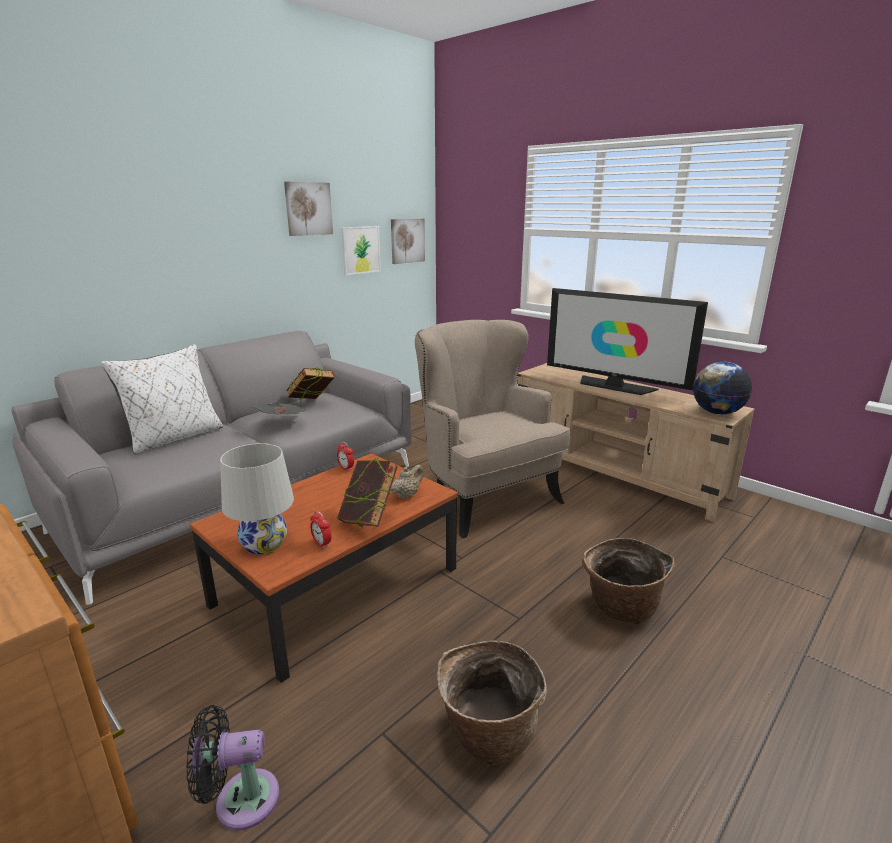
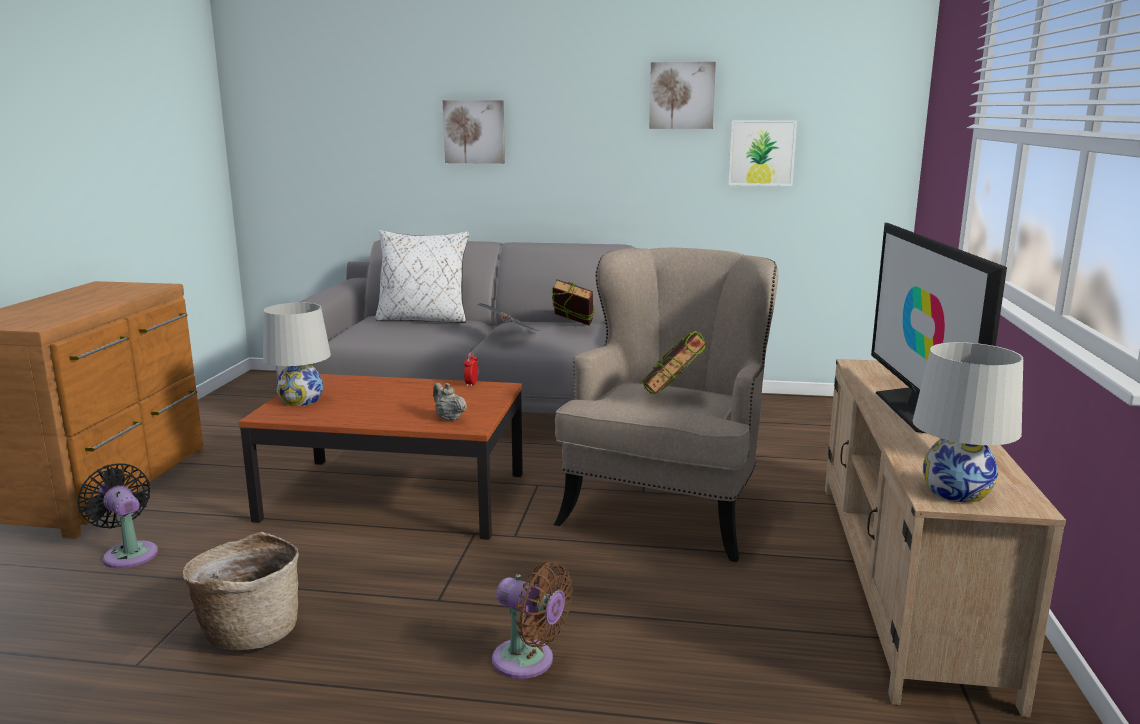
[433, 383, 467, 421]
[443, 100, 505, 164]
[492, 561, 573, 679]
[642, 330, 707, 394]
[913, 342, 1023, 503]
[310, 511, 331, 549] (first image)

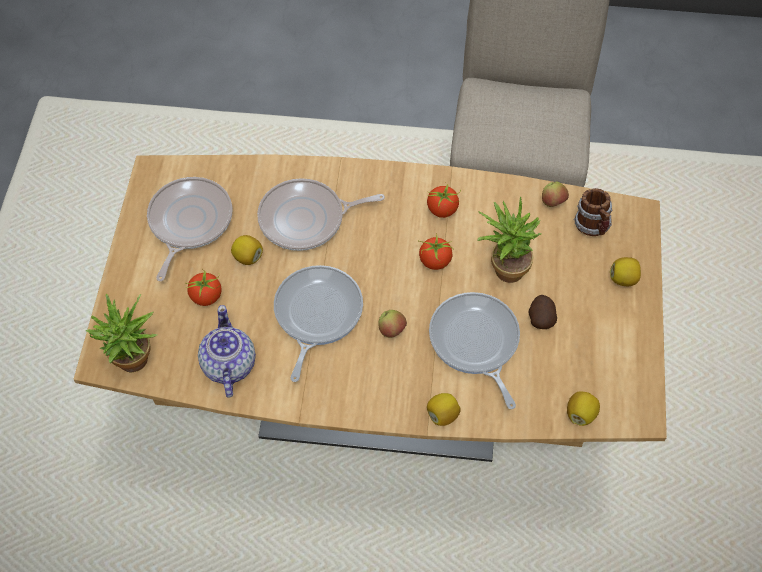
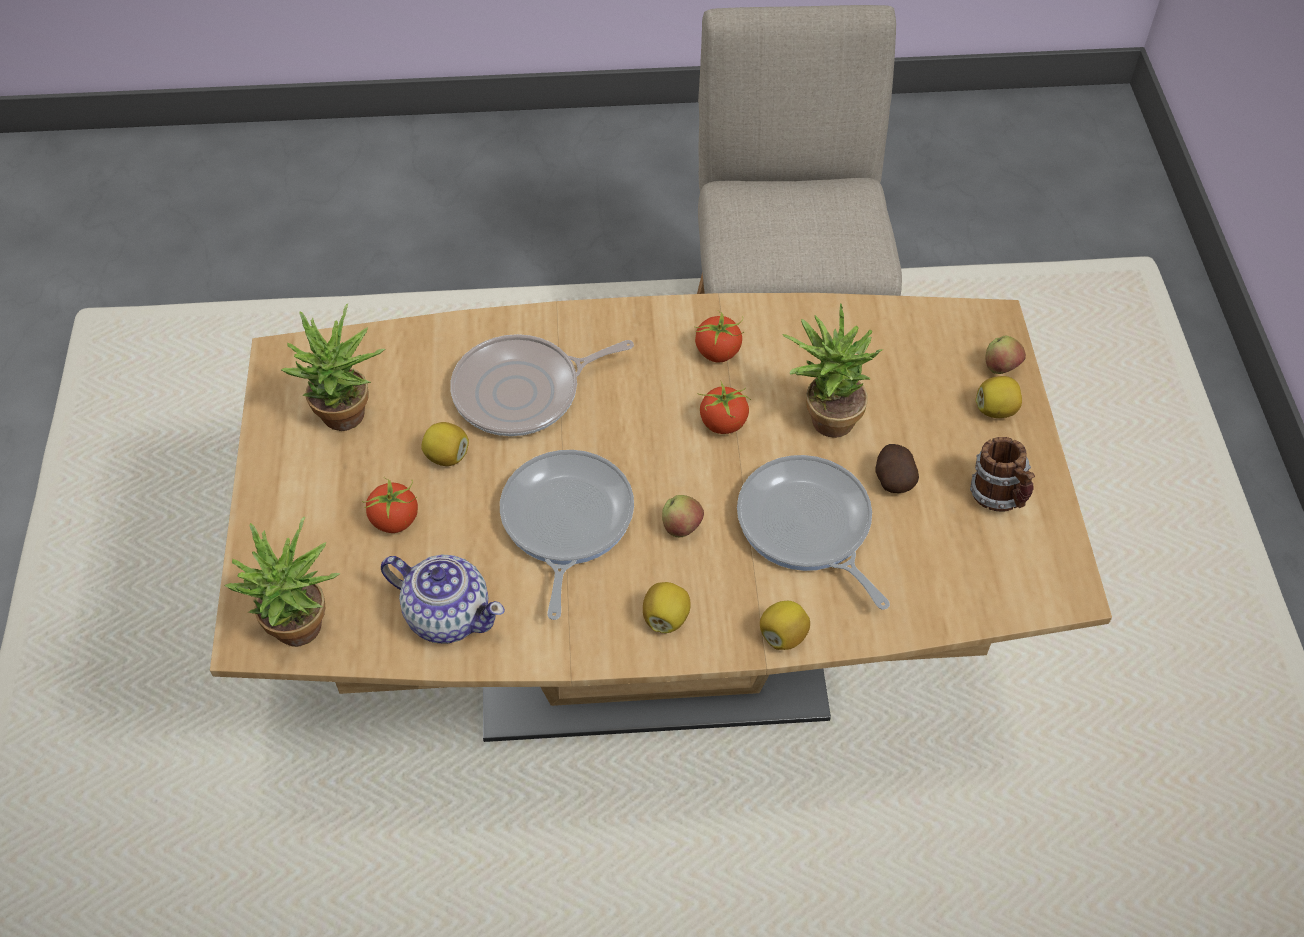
[281, 304, 385, 431]
[381, 554, 505, 644]
[643, 582, 691, 633]
[970, 437, 1035, 511]
[986, 336, 1026, 374]

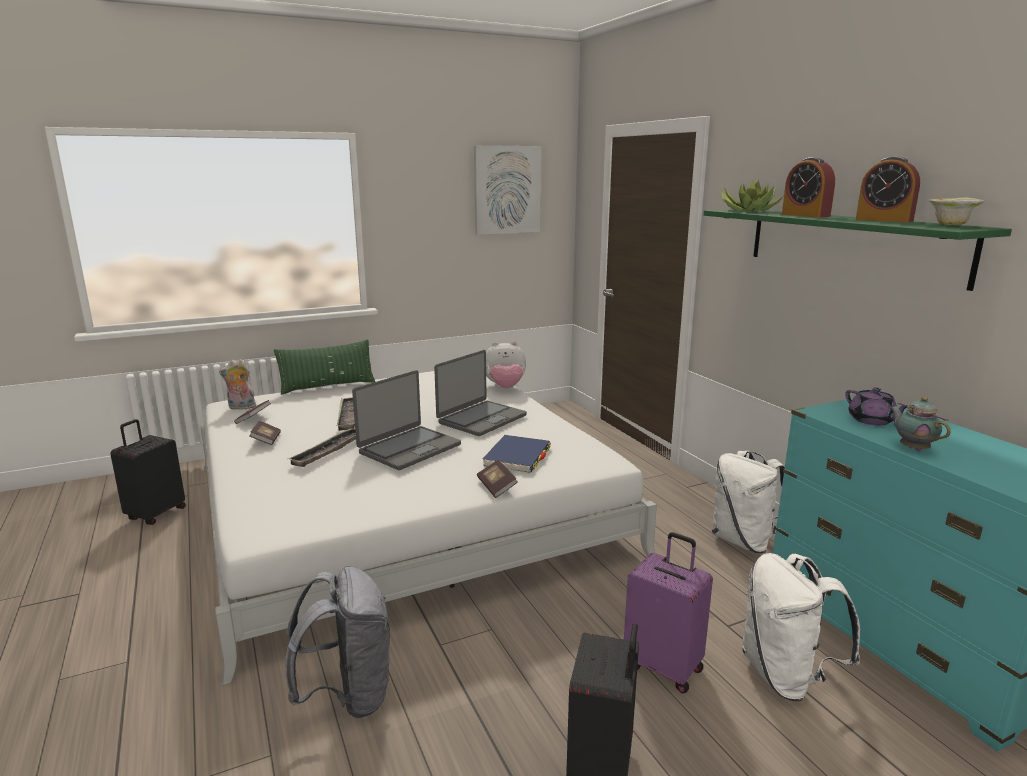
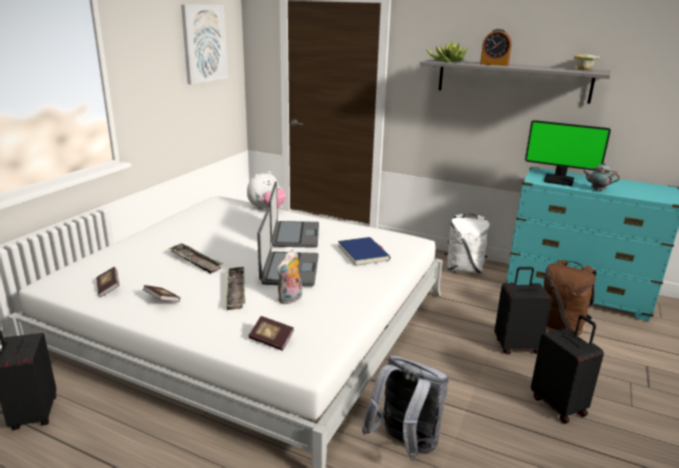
[249, 316, 294, 351]
[277, 250, 302, 304]
[420, 59, 611, 104]
[494, 267, 552, 355]
[525, 120, 611, 186]
[544, 260, 596, 336]
[274, 340, 375, 395] (first image)
[856, 156, 920, 222] (first image)

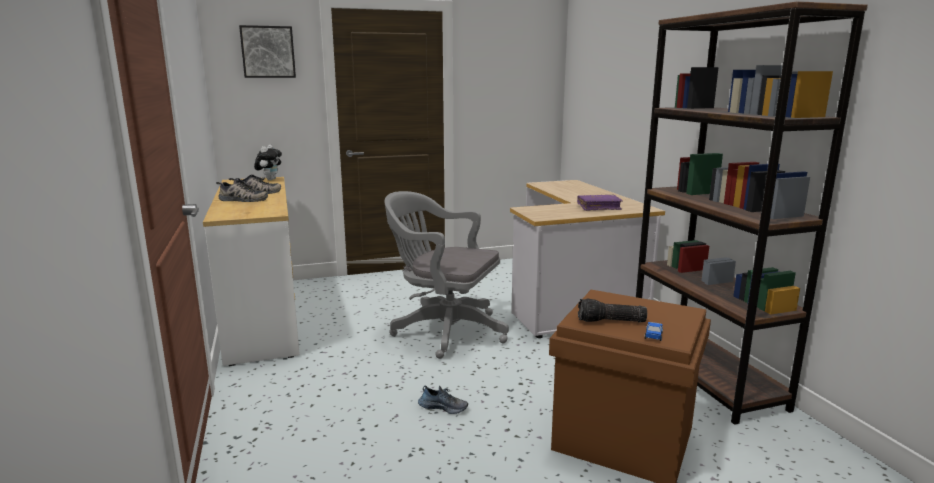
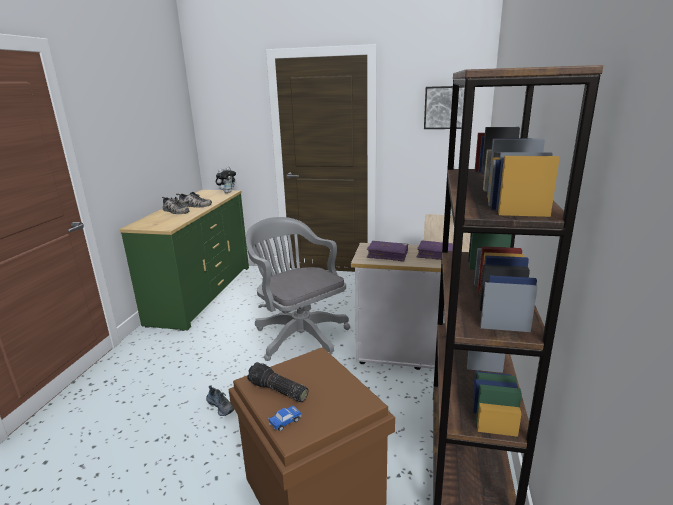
[119, 190, 249, 331]
[367, 241, 408, 262]
[424, 86, 464, 129]

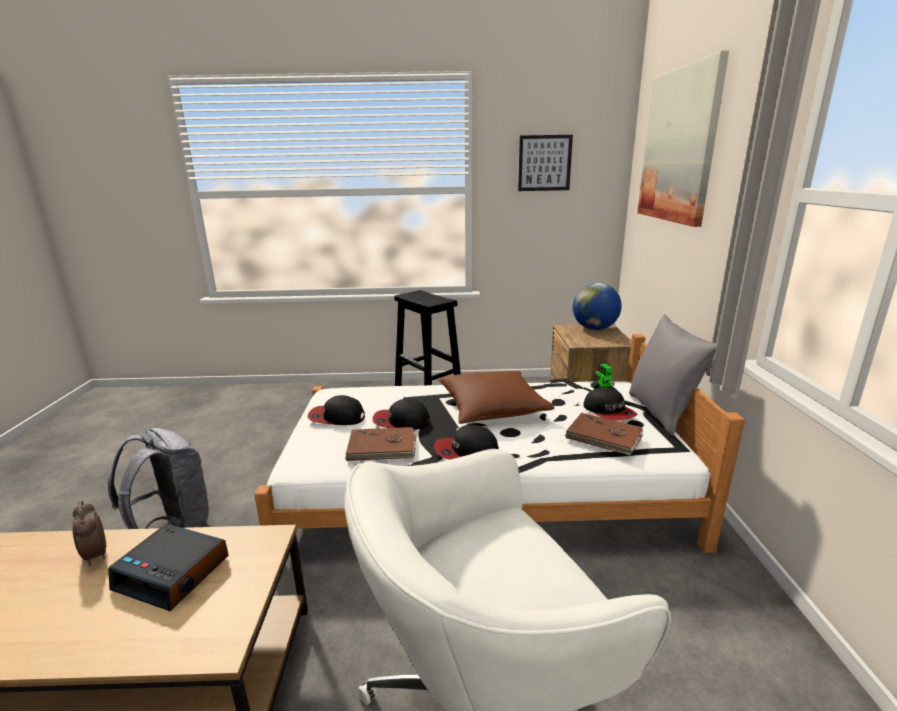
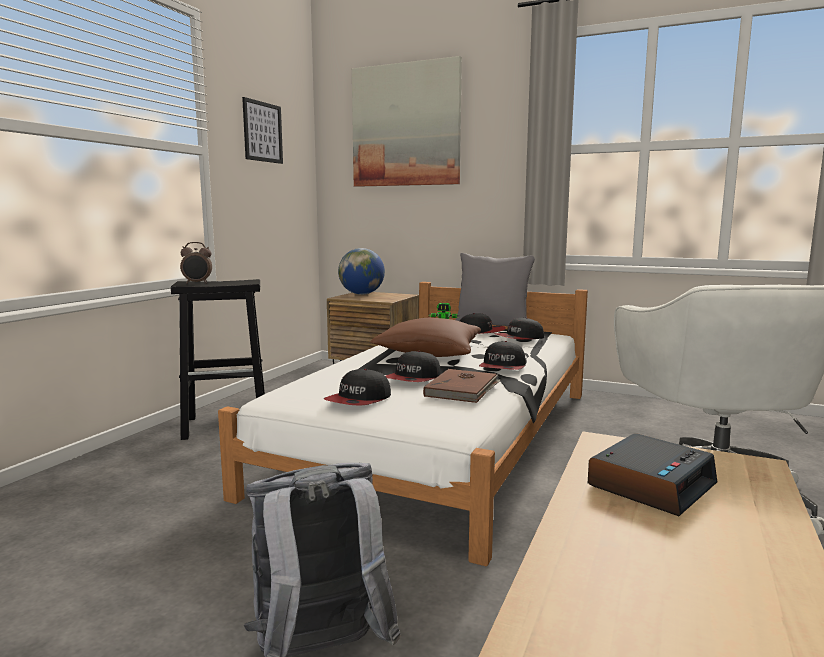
[180, 242, 212, 284]
[495, 318, 544, 339]

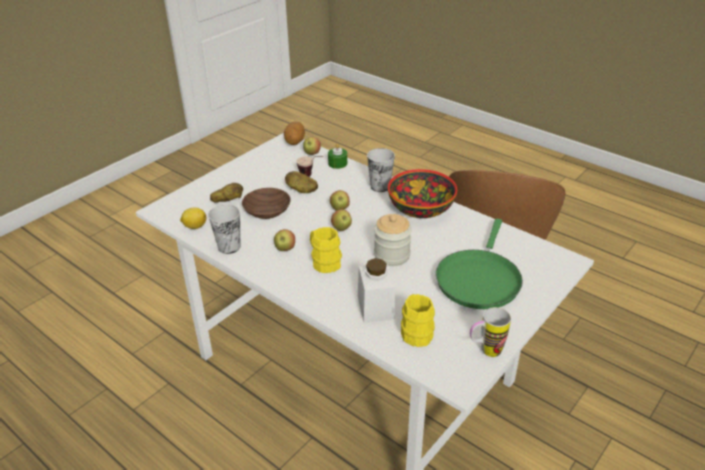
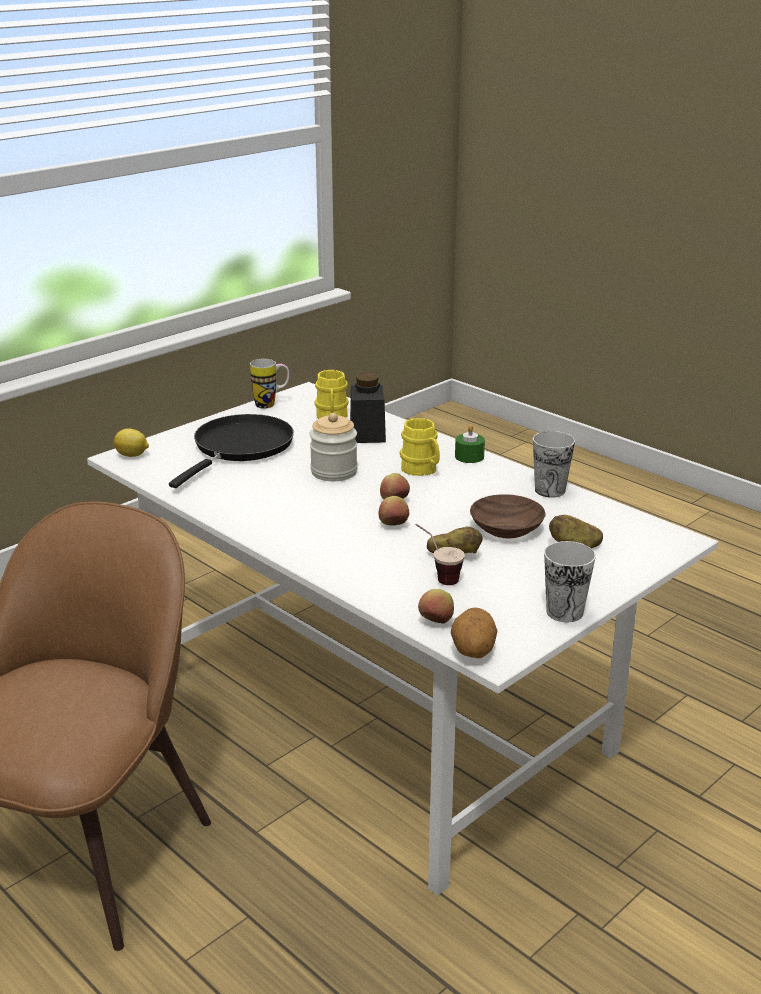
[114, 428, 149, 457]
[169, 414, 294, 488]
[350, 373, 386, 443]
[455, 424, 485, 463]
[544, 541, 596, 622]
[274, 229, 295, 251] (first image)
[388, 169, 457, 218] (first image)

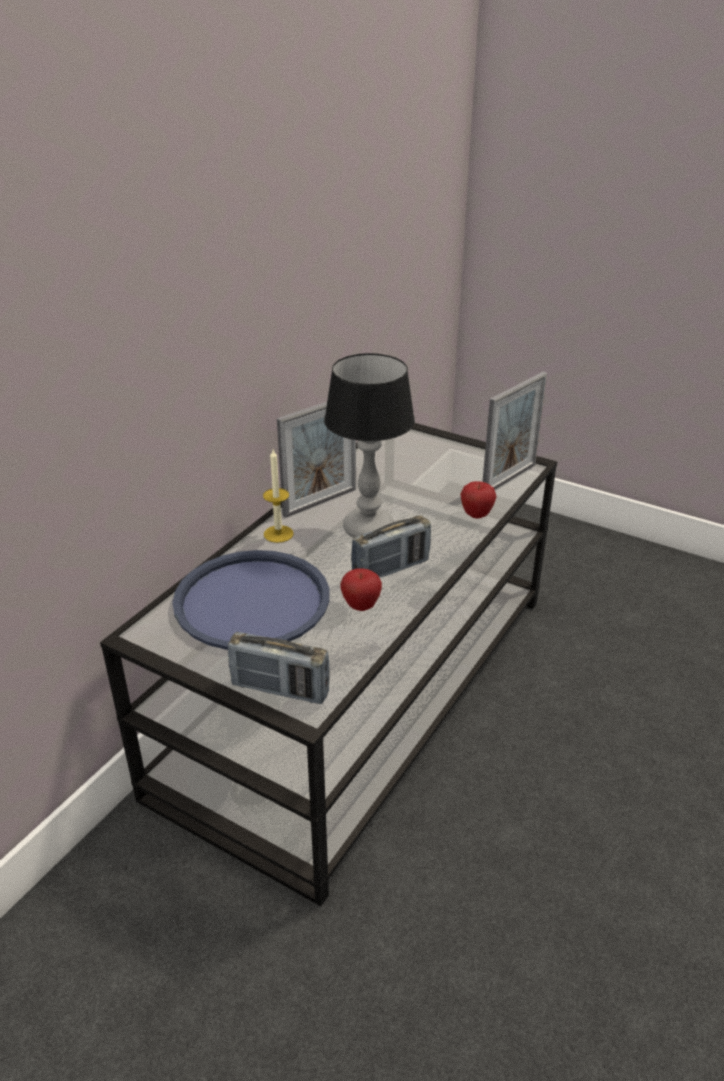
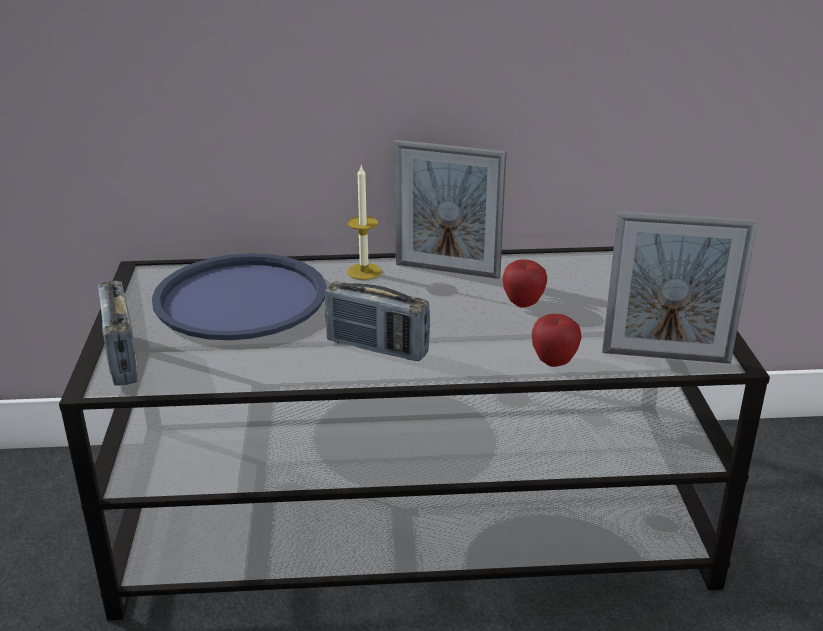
[503, 259, 547, 308]
[324, 353, 415, 538] (first image)

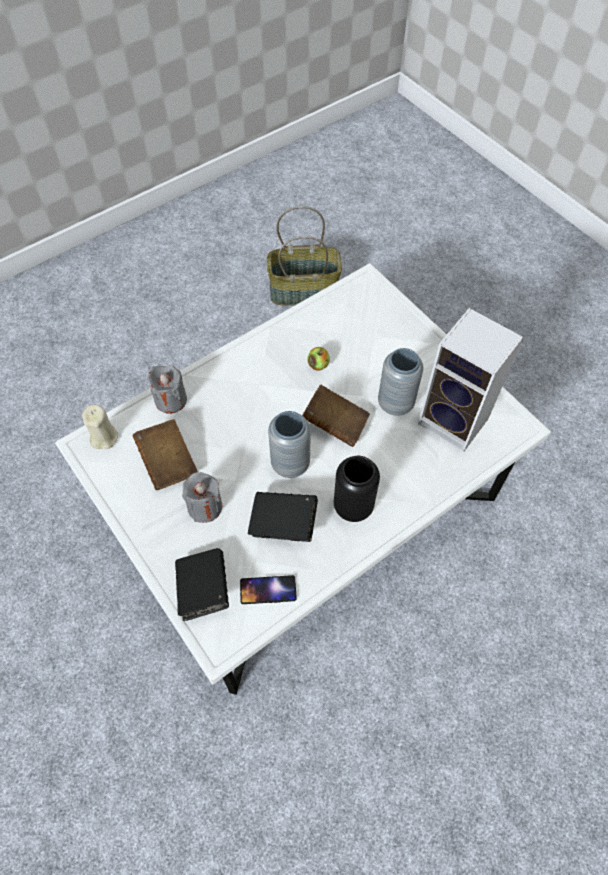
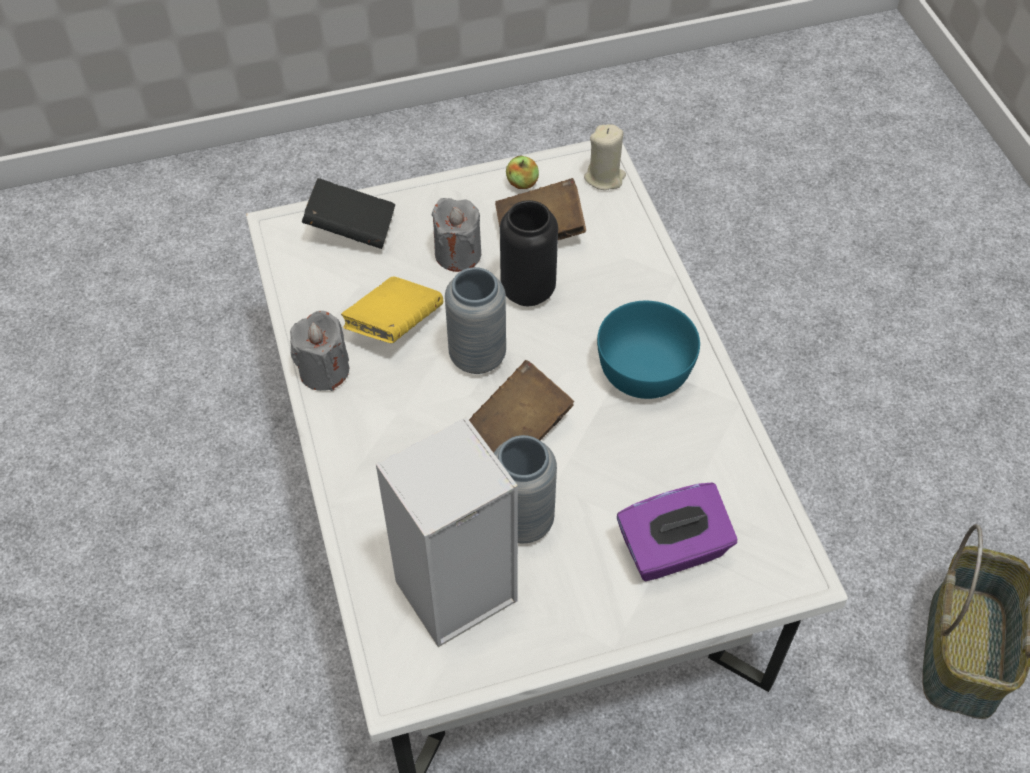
[290, 311, 349, 391]
[341, 276, 443, 343]
[500, 200, 558, 306]
[506, 155, 539, 189]
[597, 301, 700, 399]
[617, 483, 737, 581]
[240, 575, 297, 604] (first image)

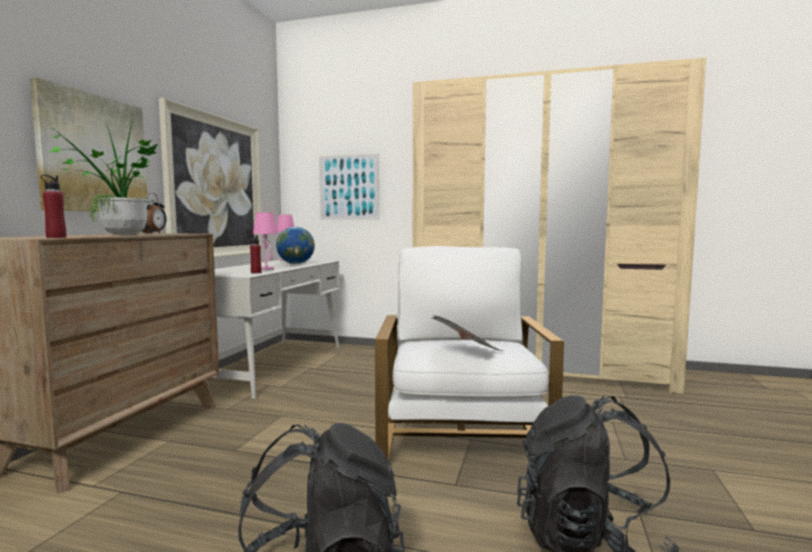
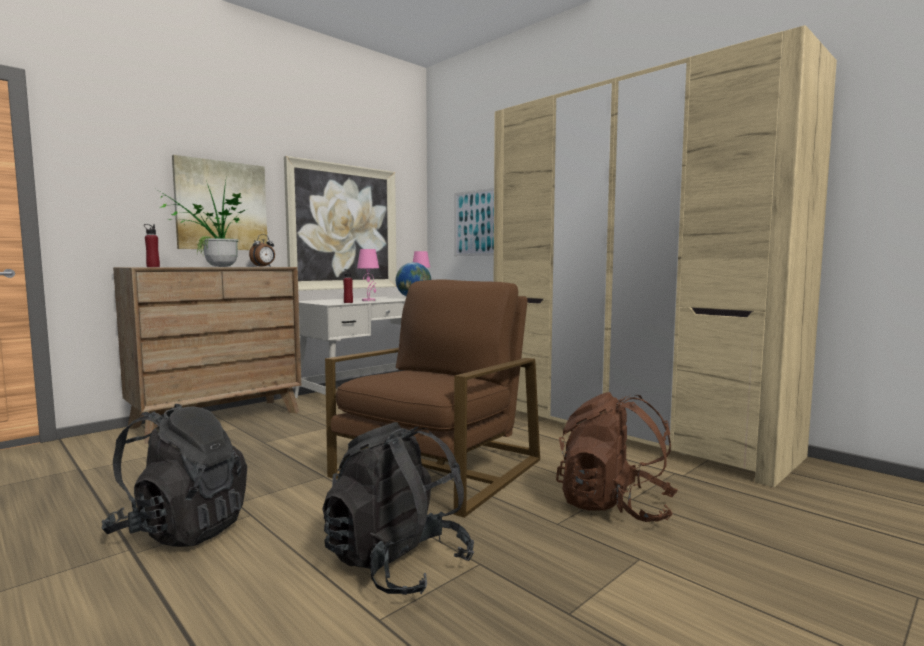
[325, 279, 540, 518]
[556, 392, 678, 522]
[432, 316, 503, 351] (first image)

